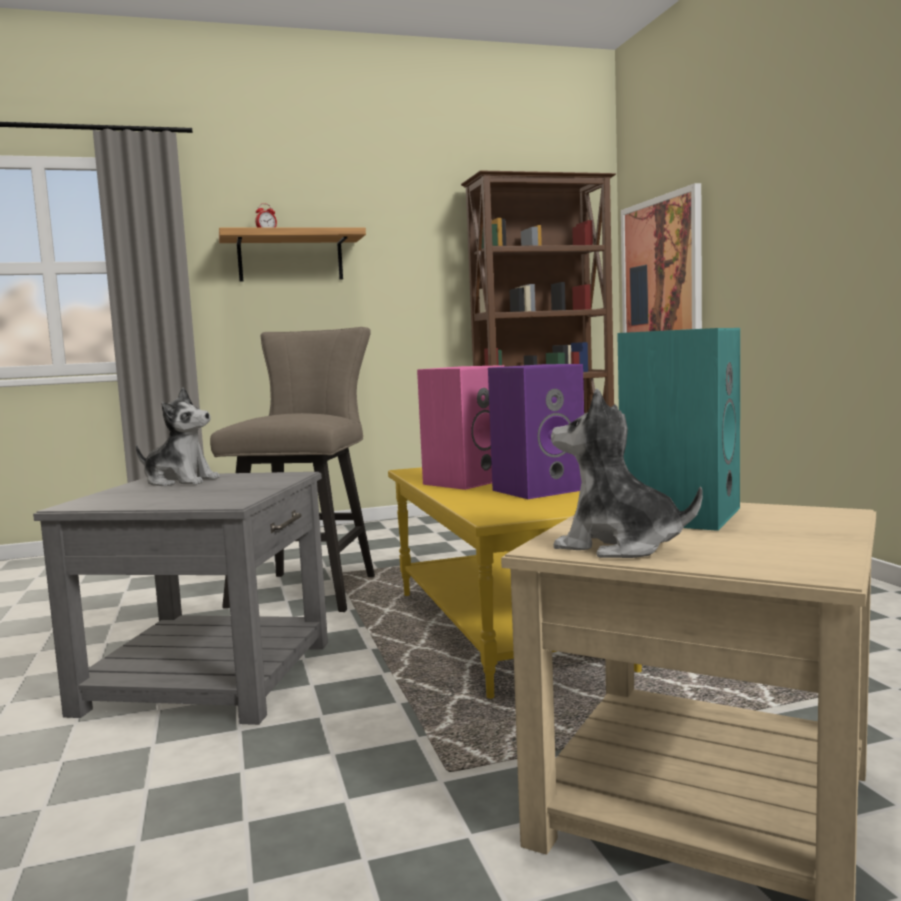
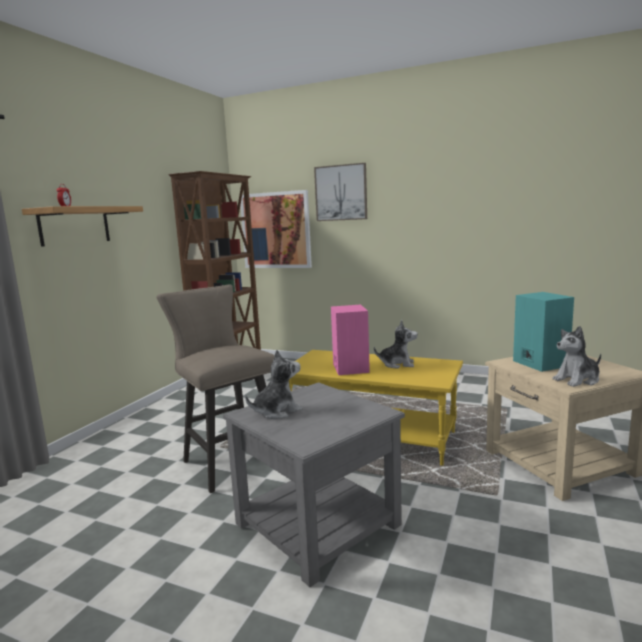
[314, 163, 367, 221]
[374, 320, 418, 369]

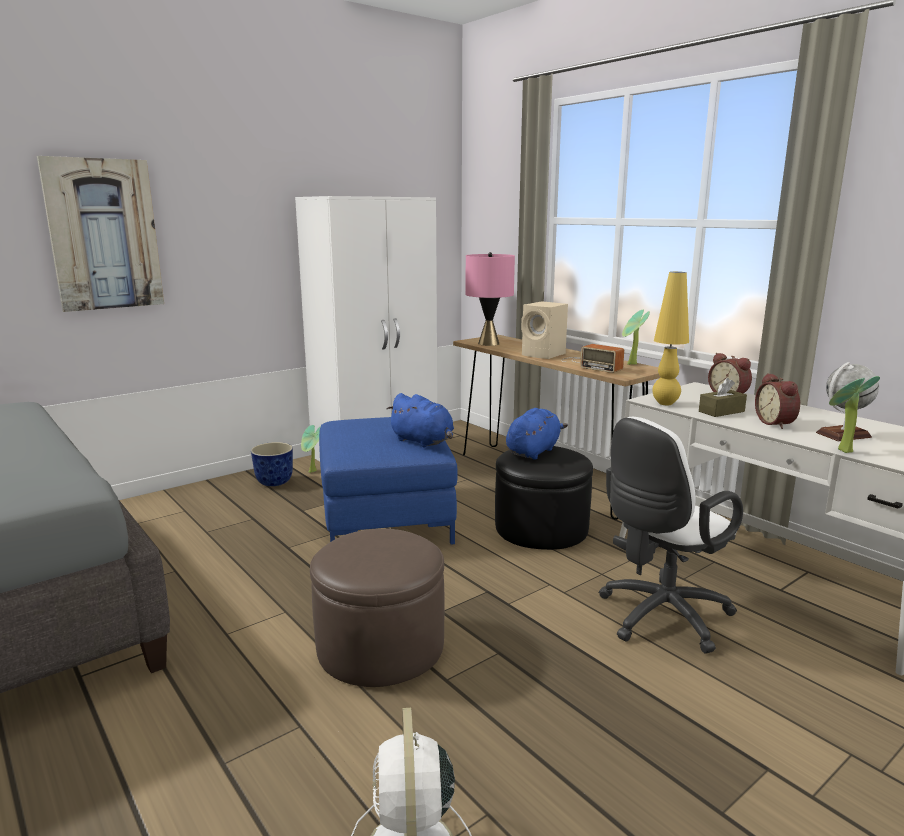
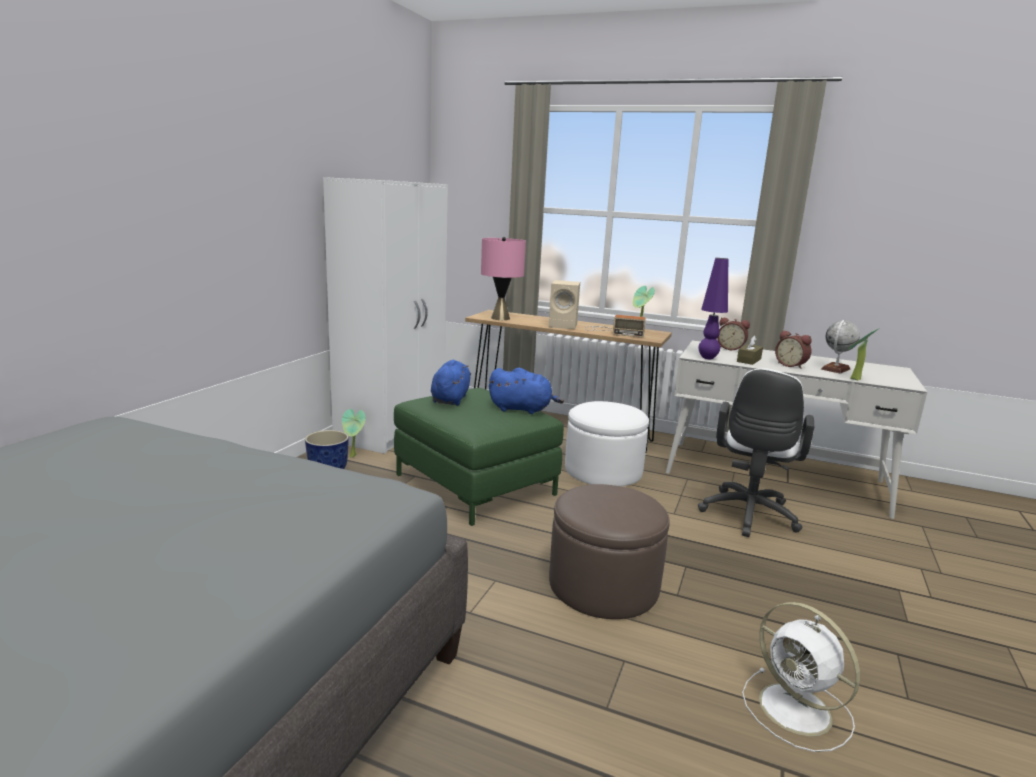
[394, 388, 564, 526]
[431, 360, 471, 406]
[565, 401, 649, 486]
[698, 258, 728, 359]
[37, 156, 164, 312] (first image)

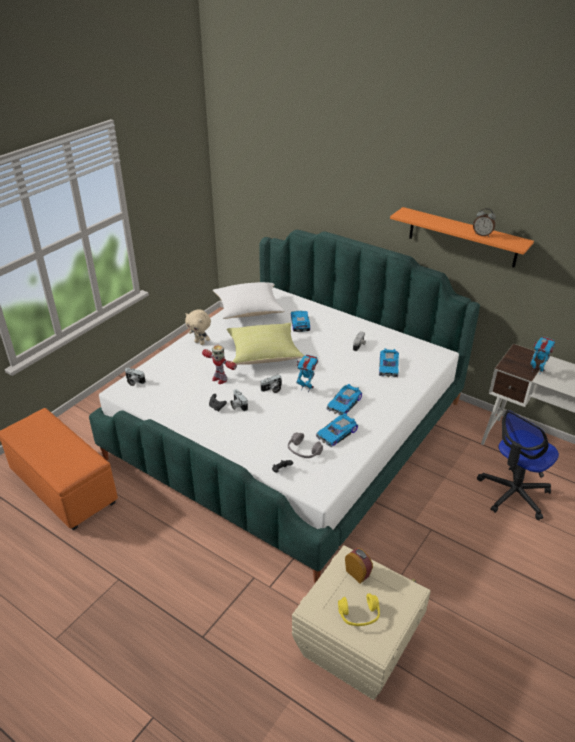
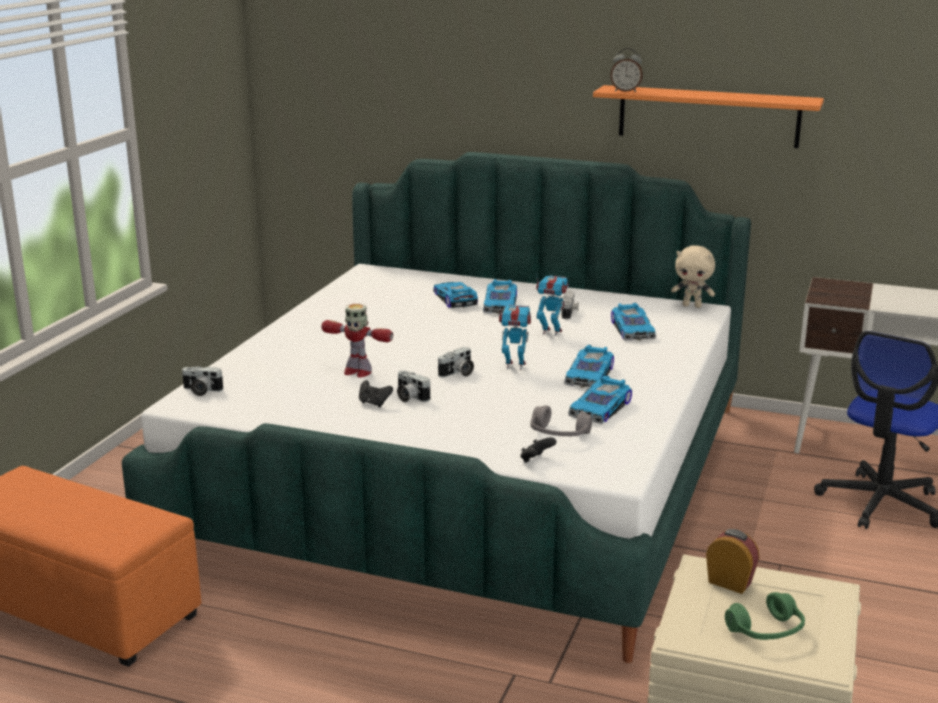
[483, 279, 517, 314]
[536, 274, 569, 336]
[610, 48, 643, 92]
[671, 245, 715, 308]
[725, 592, 805, 640]
[213, 282, 285, 319] (first image)
[226, 323, 304, 365] (first image)

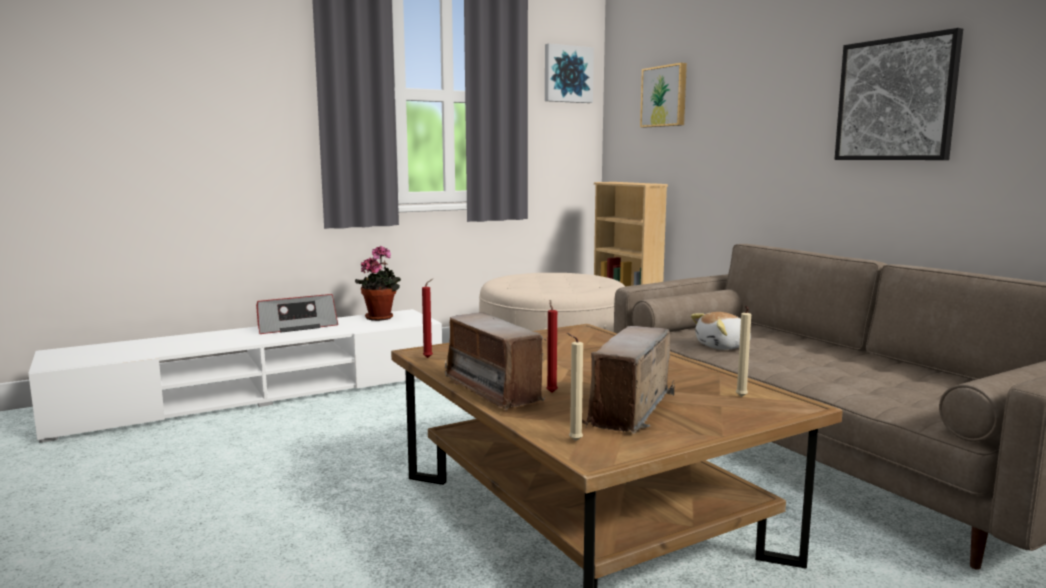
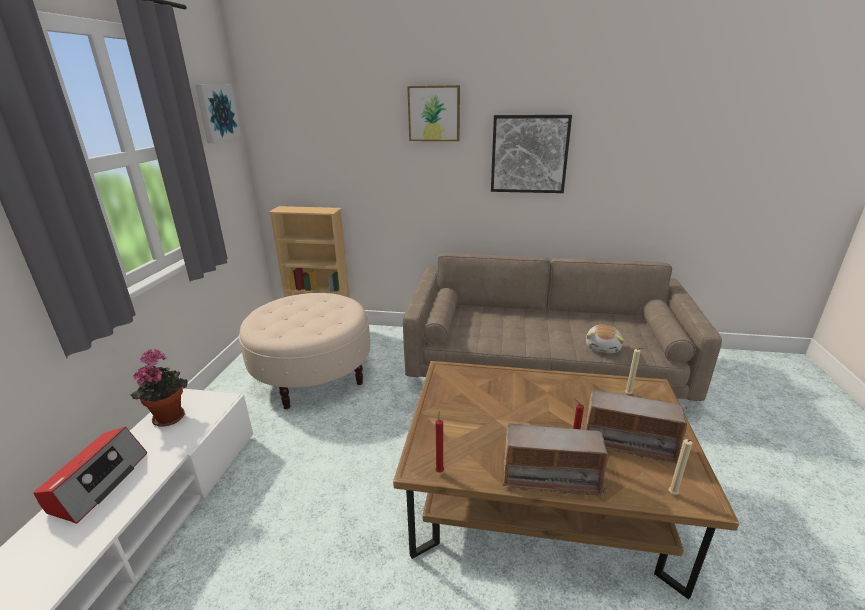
[407, 85, 460, 141]
[585, 389, 687, 464]
[586, 325, 624, 353]

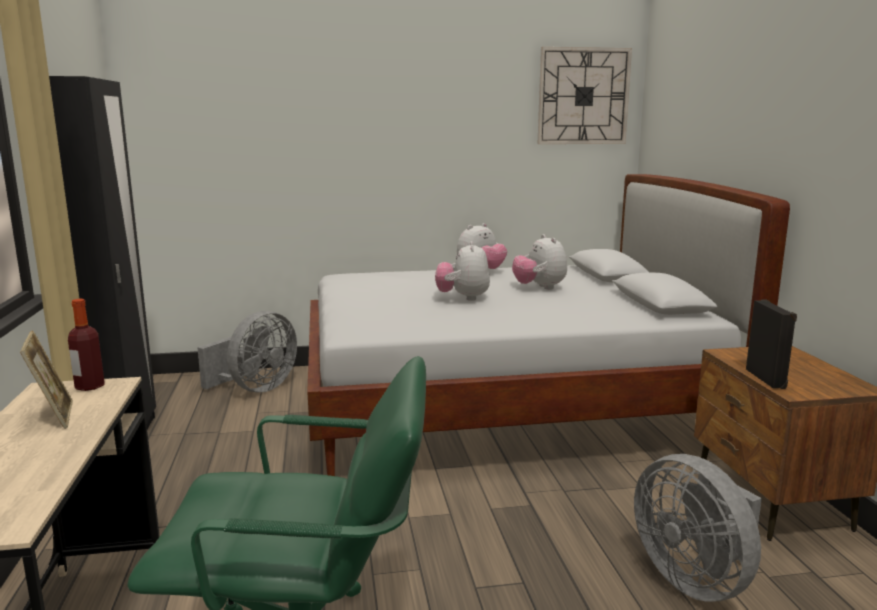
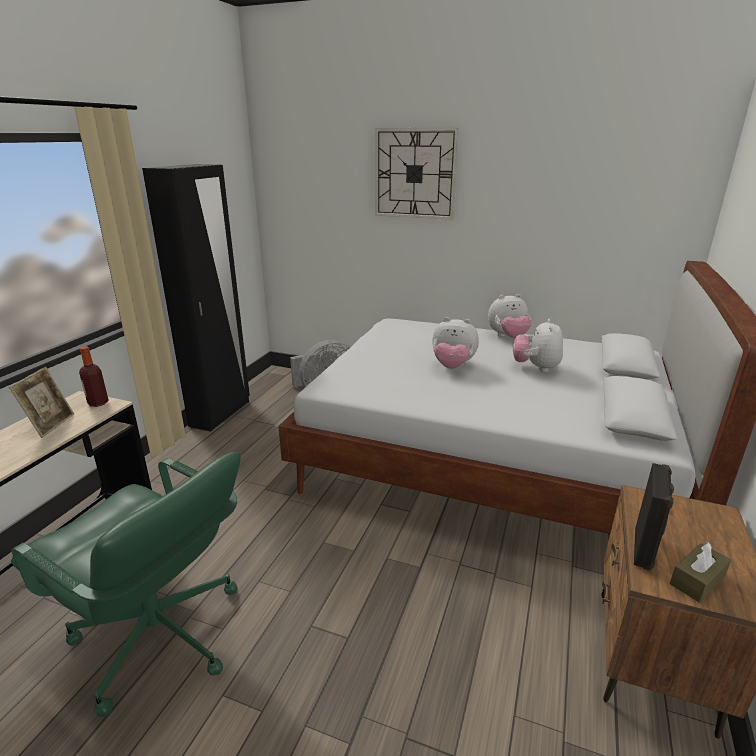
[375, 128, 459, 220]
[432, 317, 479, 369]
[670, 541, 731, 603]
[634, 454, 762, 602] (first image)

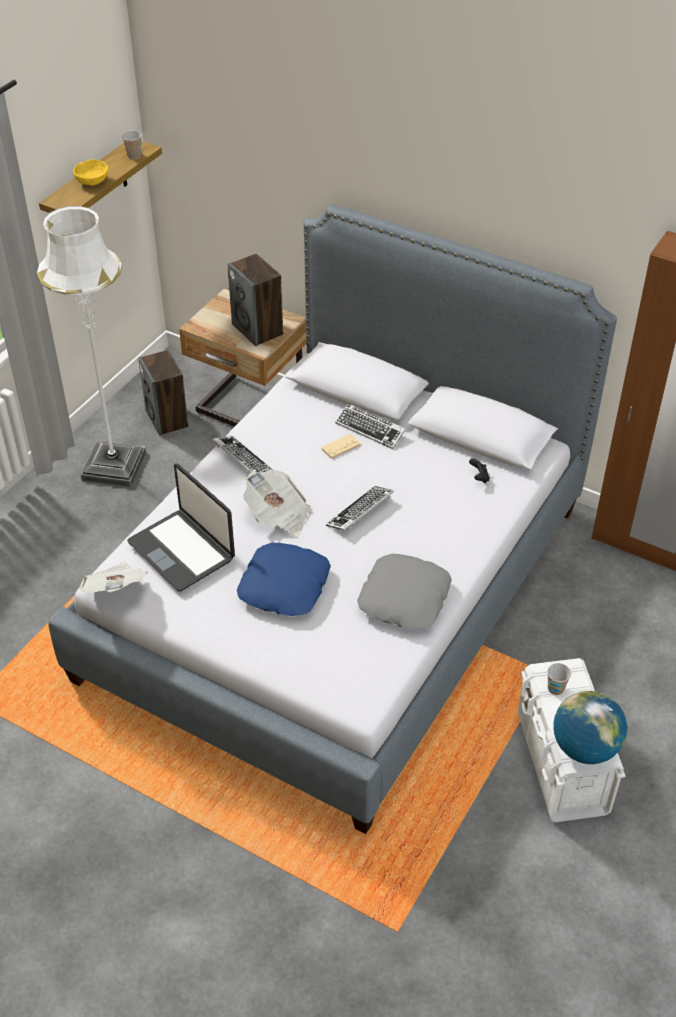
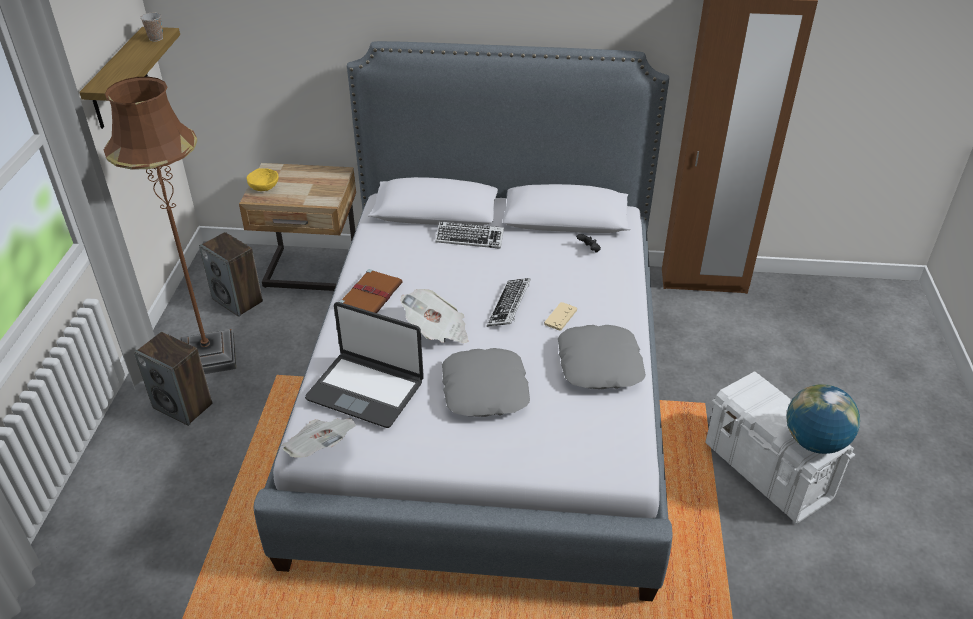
[104, 77, 236, 374]
[134, 332, 212, 426]
[247, 168, 279, 191]
[339, 269, 403, 313]
[442, 348, 530, 417]
[544, 302, 577, 331]
[547, 663, 571, 695] (first image)

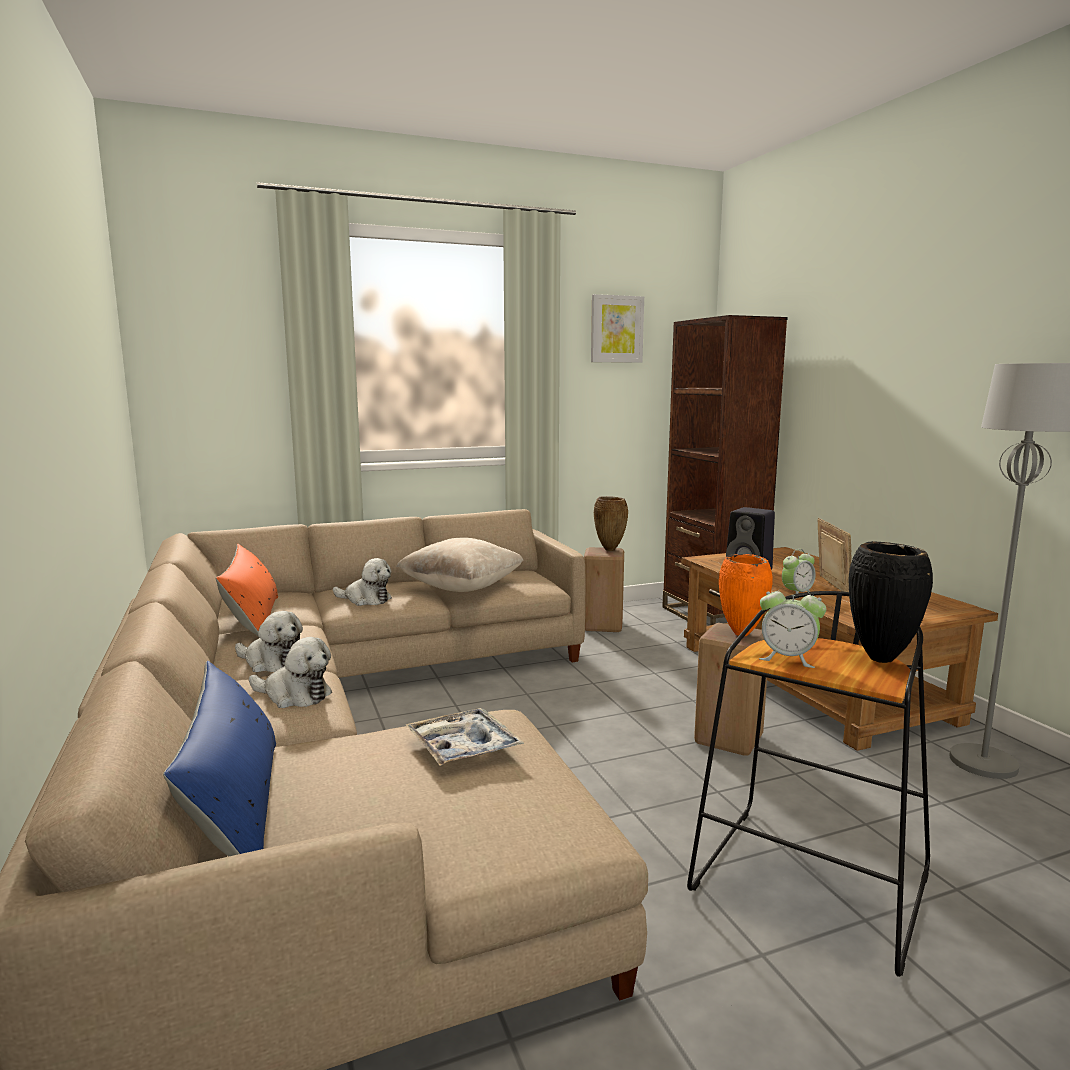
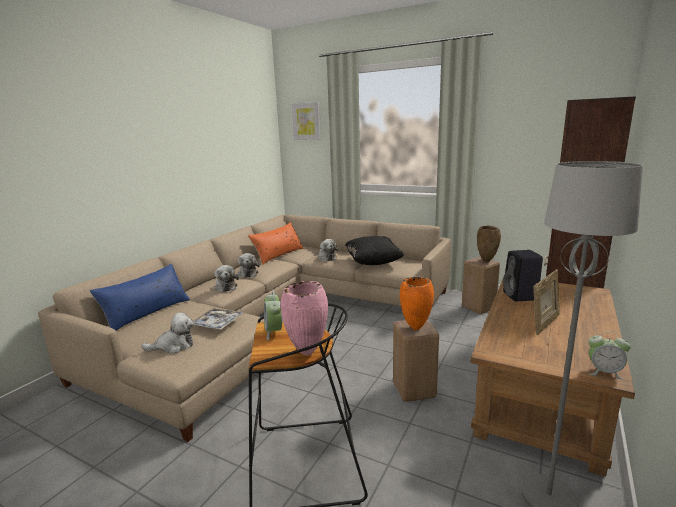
[141, 312, 194, 354]
[281, 281, 328, 356]
[292, 102, 321, 140]
[345, 236, 404, 265]
[588, 332, 631, 379]

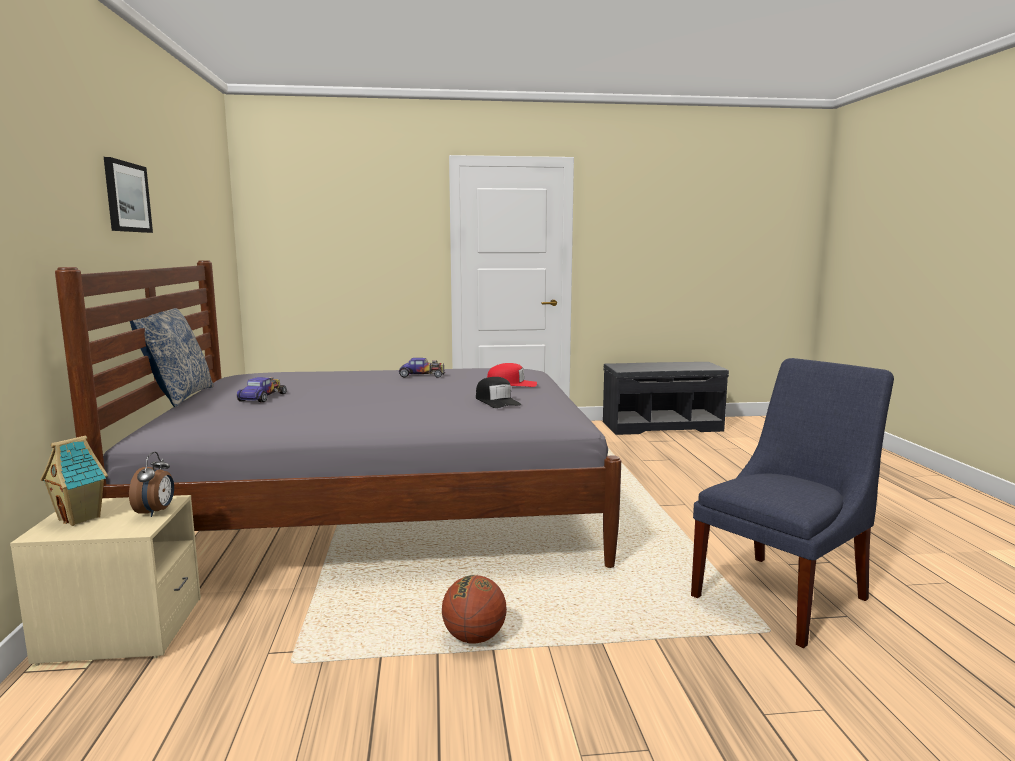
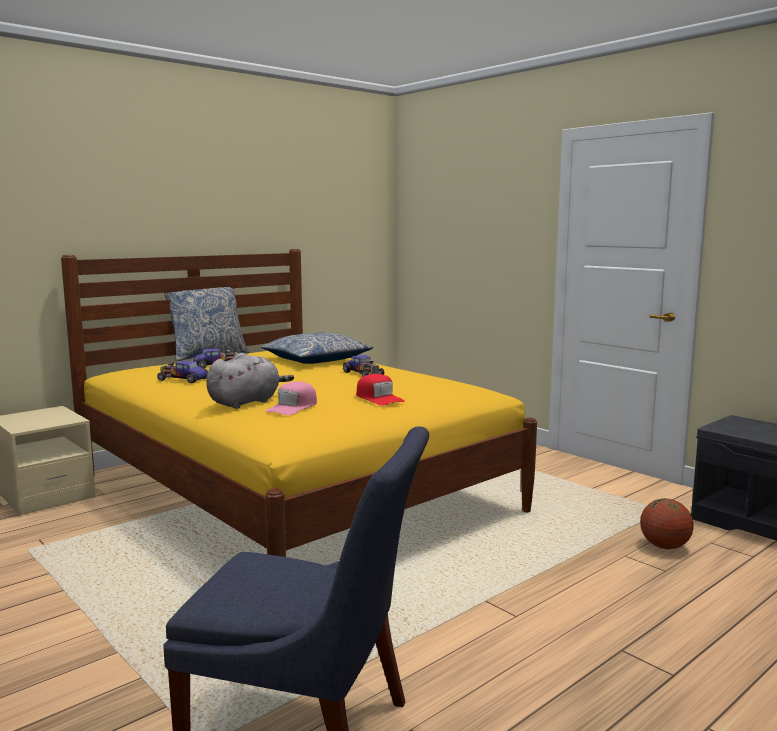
[61, 249, 537, 557]
[157, 361, 208, 383]
[207, 353, 294, 409]
[261, 332, 373, 364]
[265, 382, 317, 415]
[640, 498, 694, 549]
[40, 436, 108, 526] (first image)
[104, 157, 153, 233] (first image)
[129, 452, 174, 517] (first image)

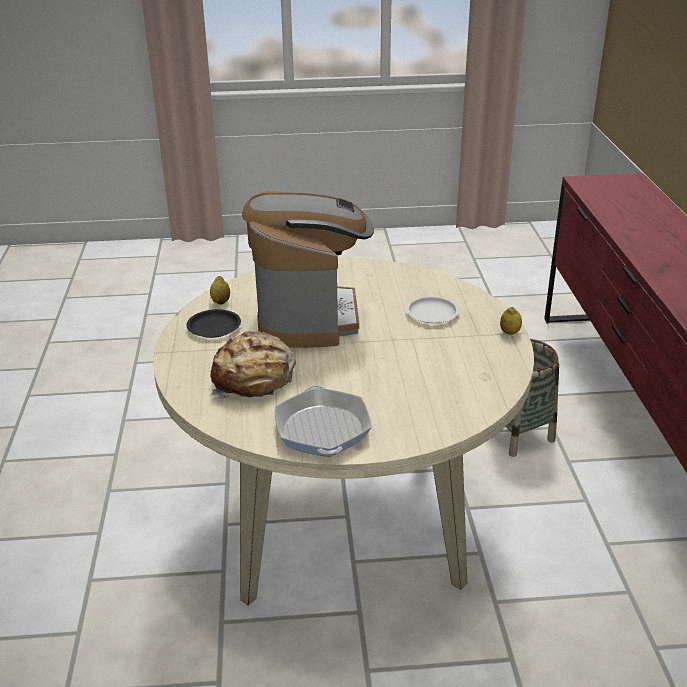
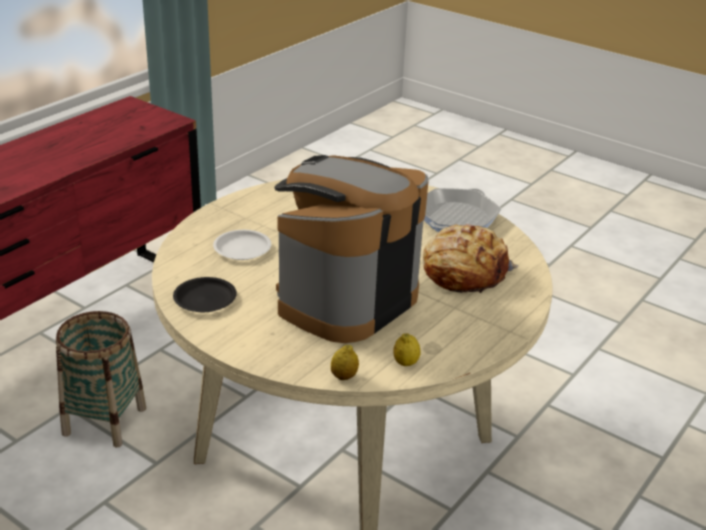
[173, 277, 237, 312]
[331, 345, 359, 380]

